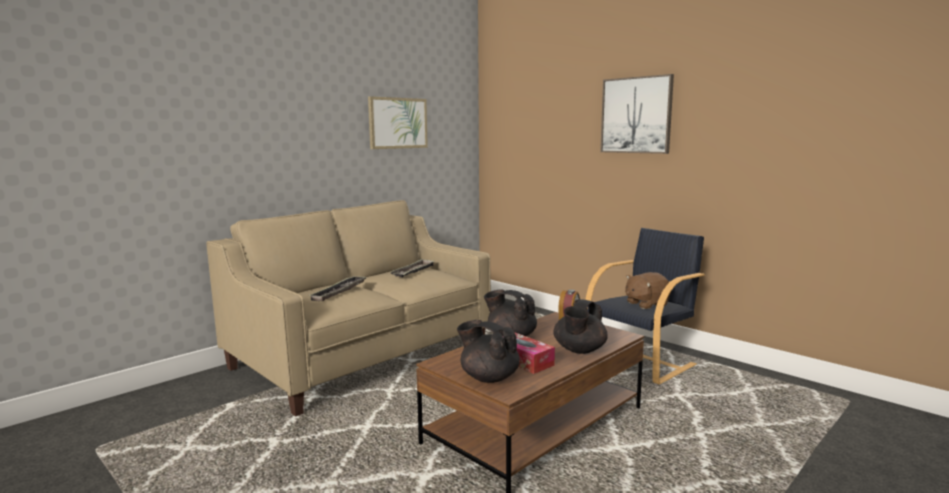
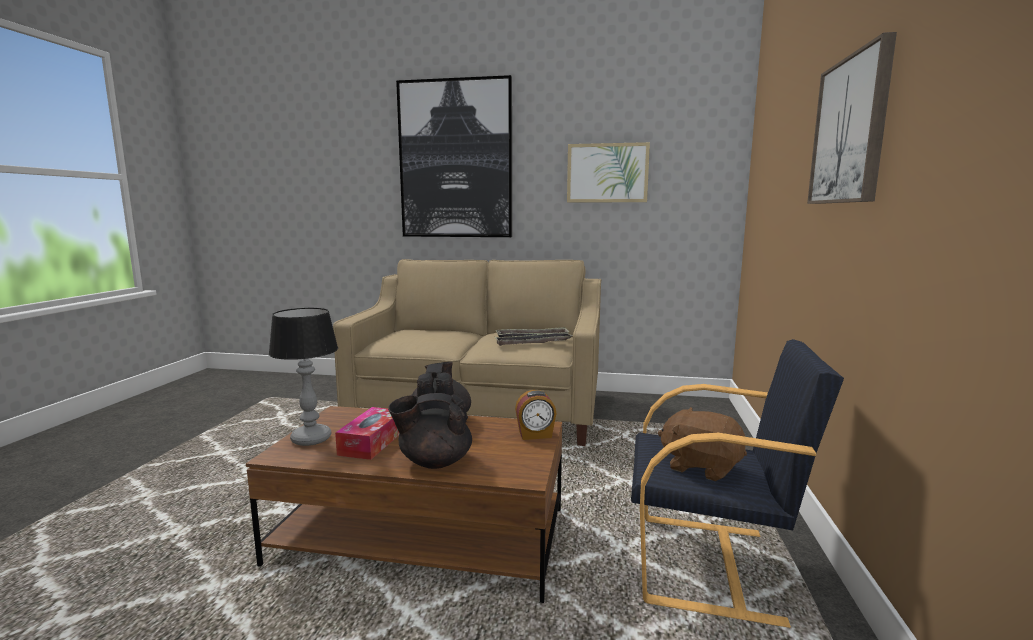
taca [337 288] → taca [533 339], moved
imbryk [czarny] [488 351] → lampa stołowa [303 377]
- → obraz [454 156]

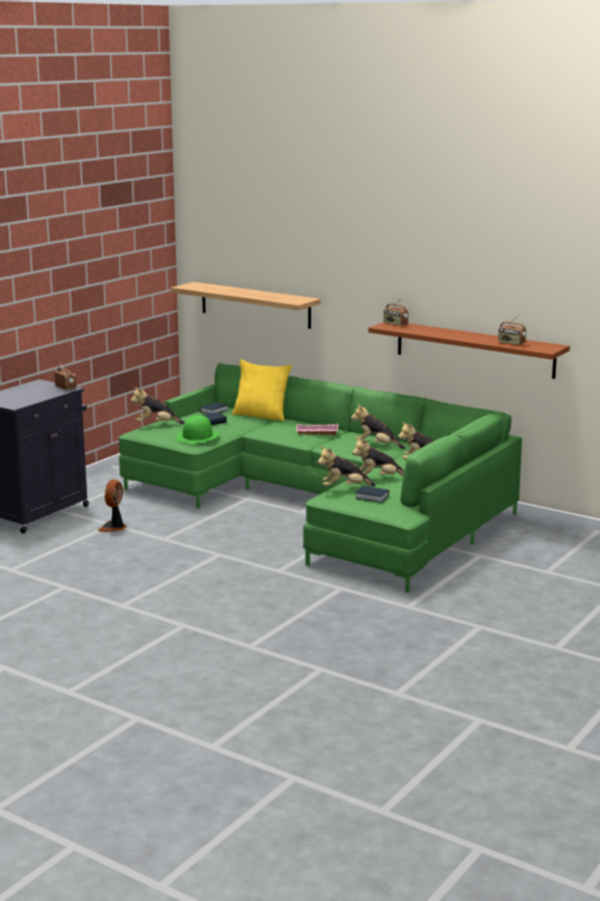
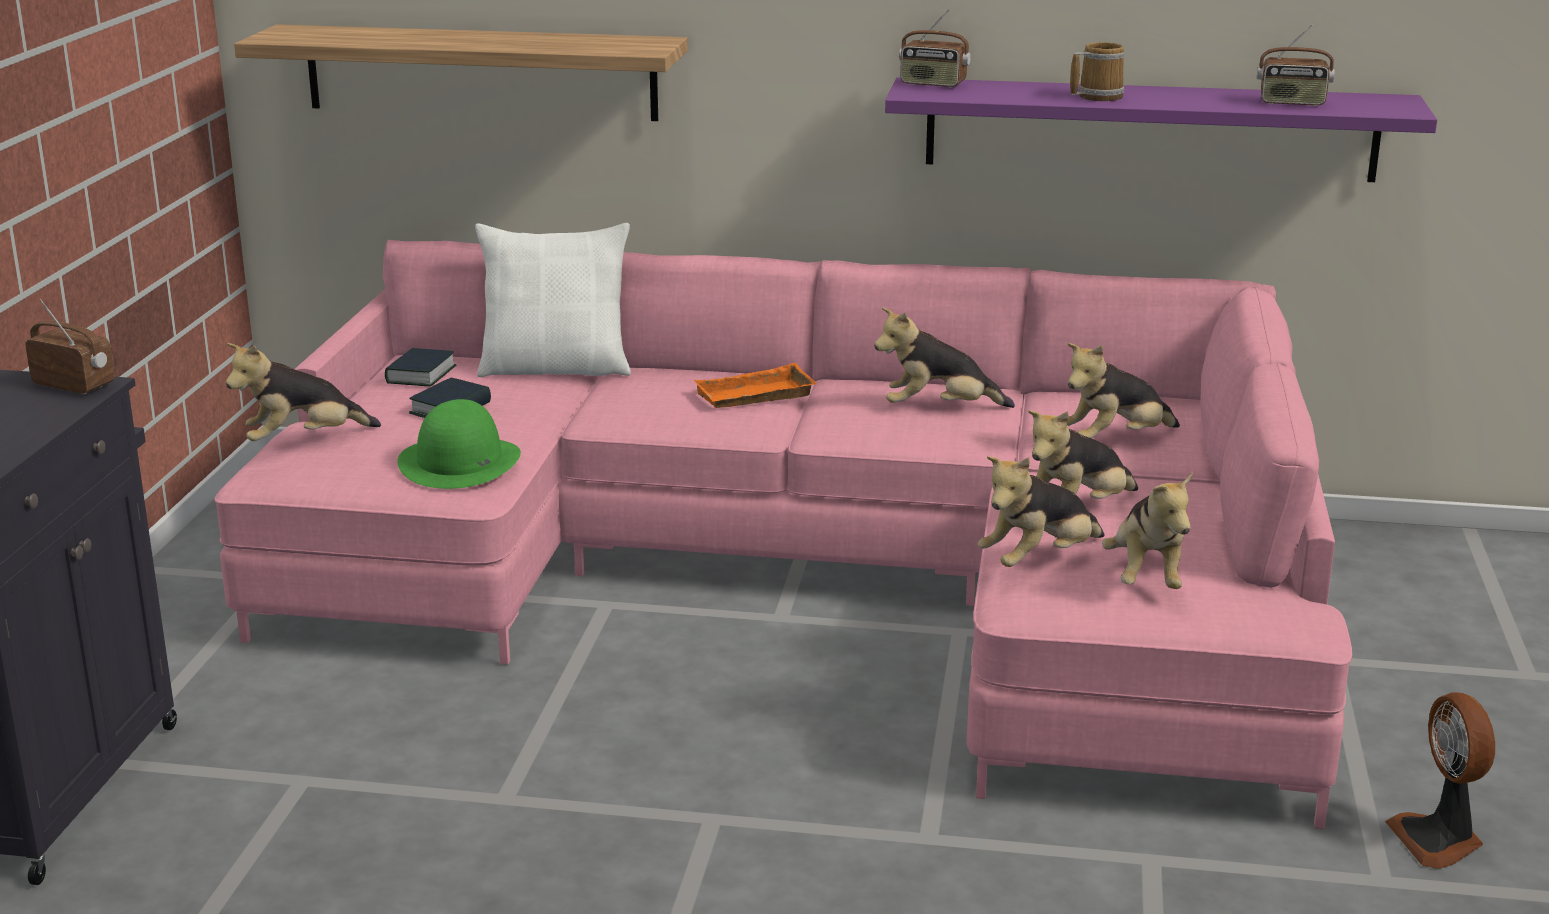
półka [brązowy] [469 350] → półka [fioletowy] [1161 130]
poduszka [żółty] [262 390] → poduszka [biały] [553 300]
kanapa [zielony] [320 478] → kanapa [różowy] [783 534]
taca [różowy] [317 429] → taca [pomarańczowy] [755 385]
wentylator [112 505] → wentylator [1440 780], moved
książka [372 494] → pluszak [1147 531]
- → kubek [1097 71]

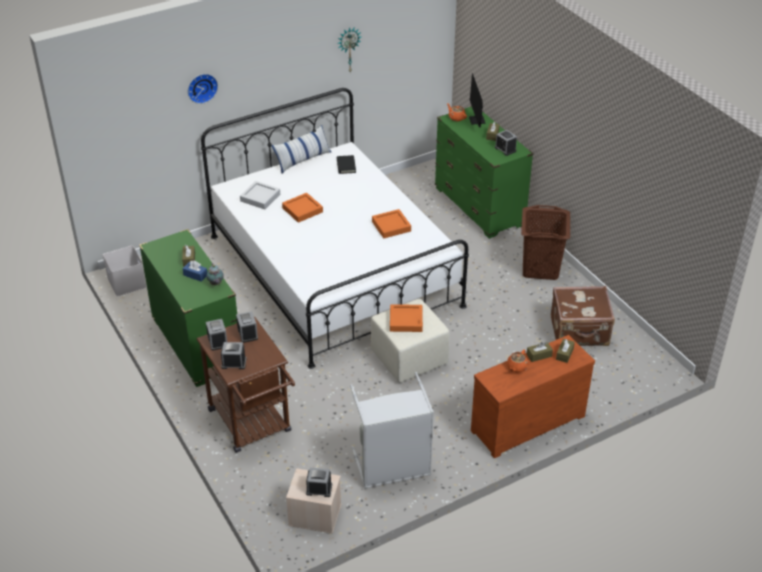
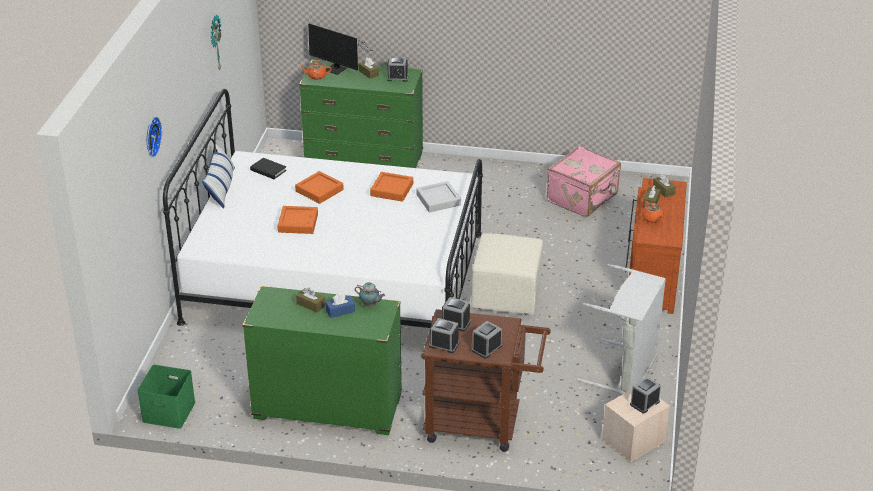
taca [szary] [260 195] → taca [szary] [438 196], moved
kosz na pranie [brązowy] [545 242] → -
pojemnik do przechowywania [biały] [125 271] → pojemnik do przechowywania [zielony] [166 397]
walizka [brązowy] [583 316] → walizka [różowy] [584 181]
taca [pomarańczowy] [406 318] → taca [pomarańczowy] [319 187], moved

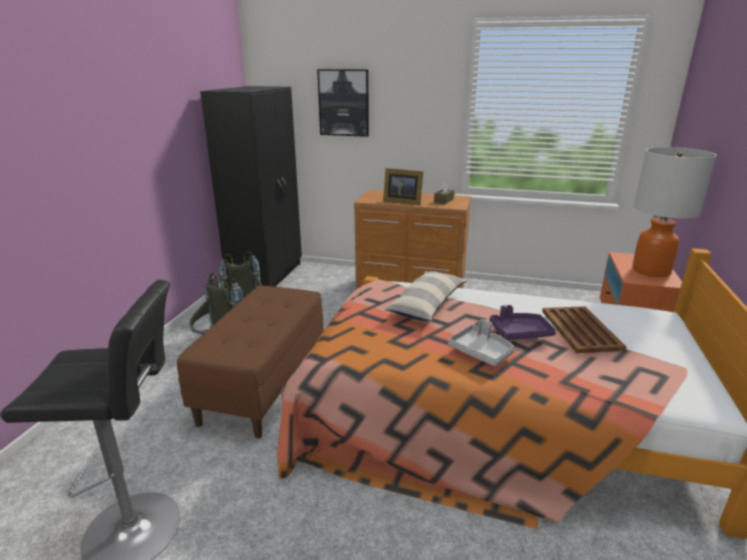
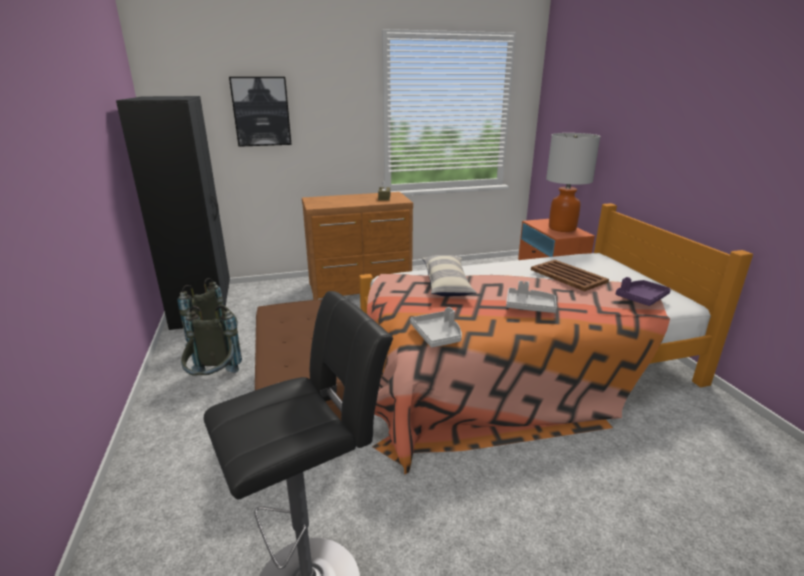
ramka na zdjęcie [403 186] → -
taca [fioletowy] [522 322] → taca [fioletowy] [643 291], moved
- → taca [szary] [436 327]

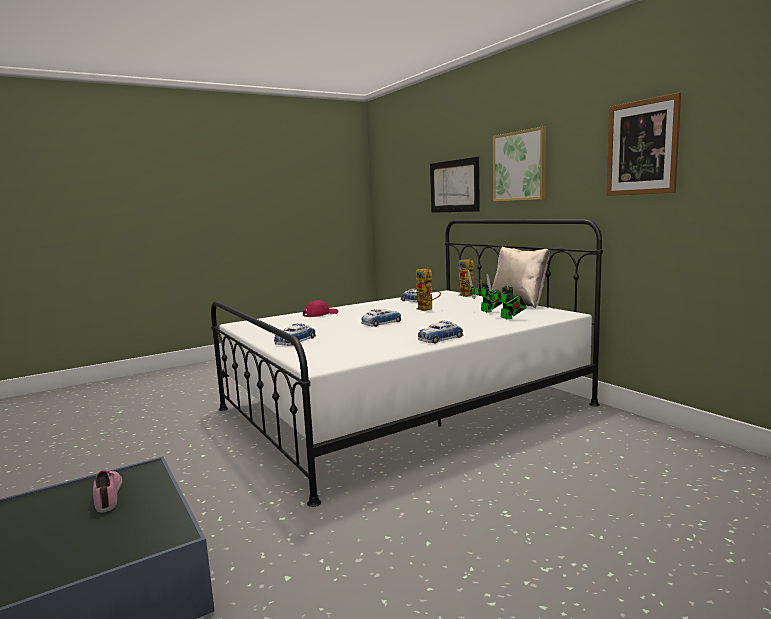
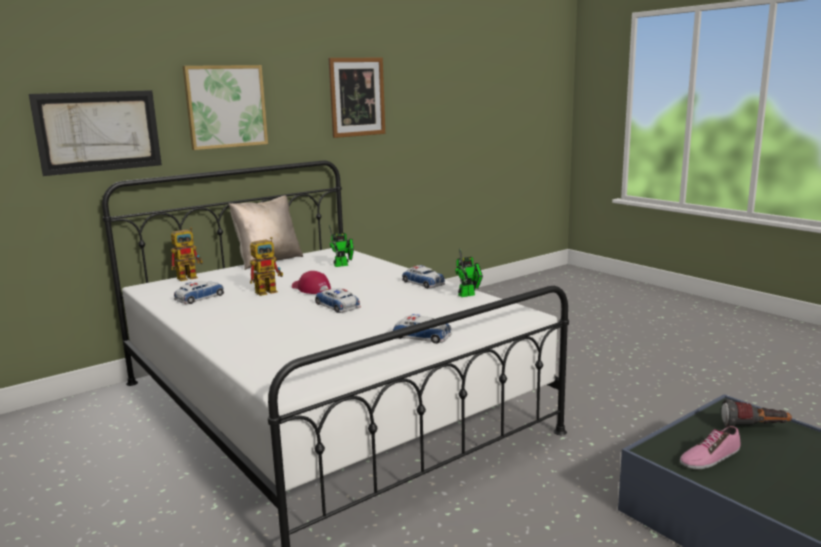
robot zabawkowy [484 291] → robot zabawkowy [469 273], moved
czapka z daszkiem [czerwony] [320 308] → czapka z daszkiem [czerwony] [311 282], moved
- → latarka [756 413]

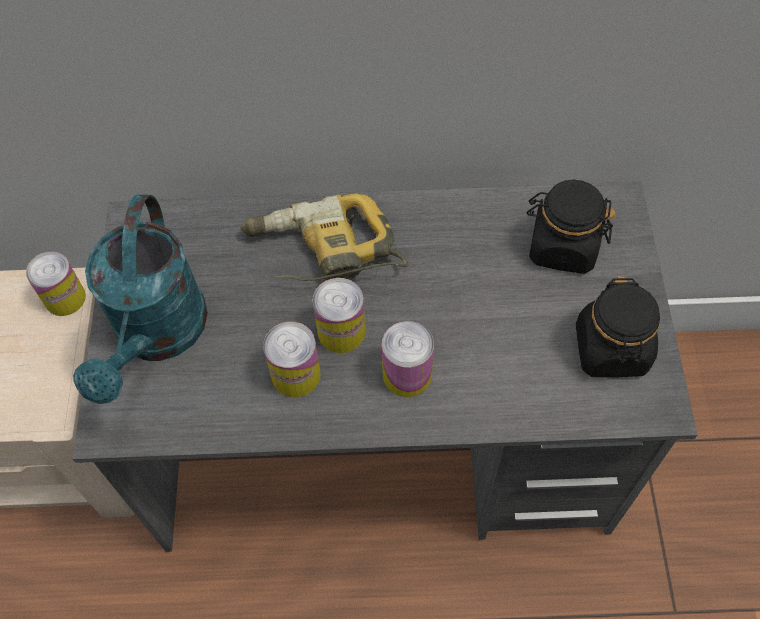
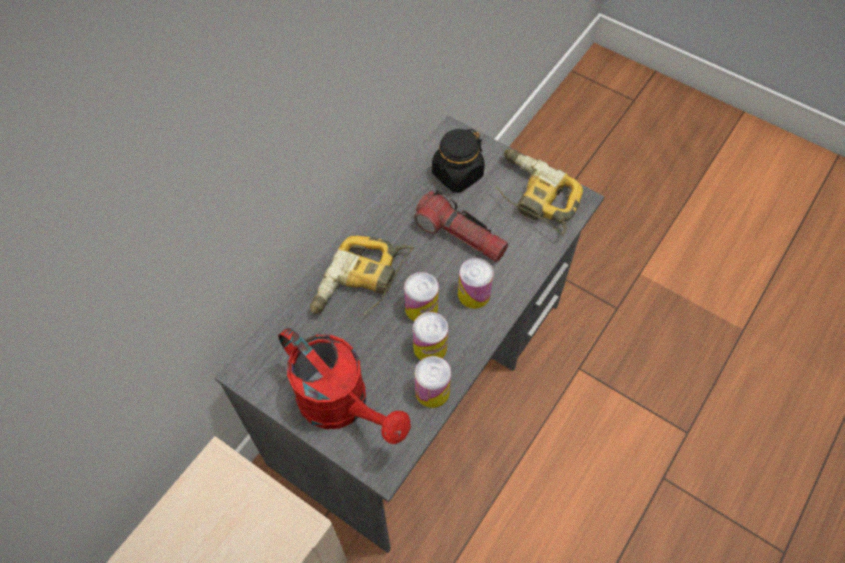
konewka [turkusowy] [140 299] → konewka [czerwony] [344 385]
puszka [56 283] → puszka [433 382], moved
słoik [czarny] [618 326] → wiertarka [539 192]
- → latarka [461 225]

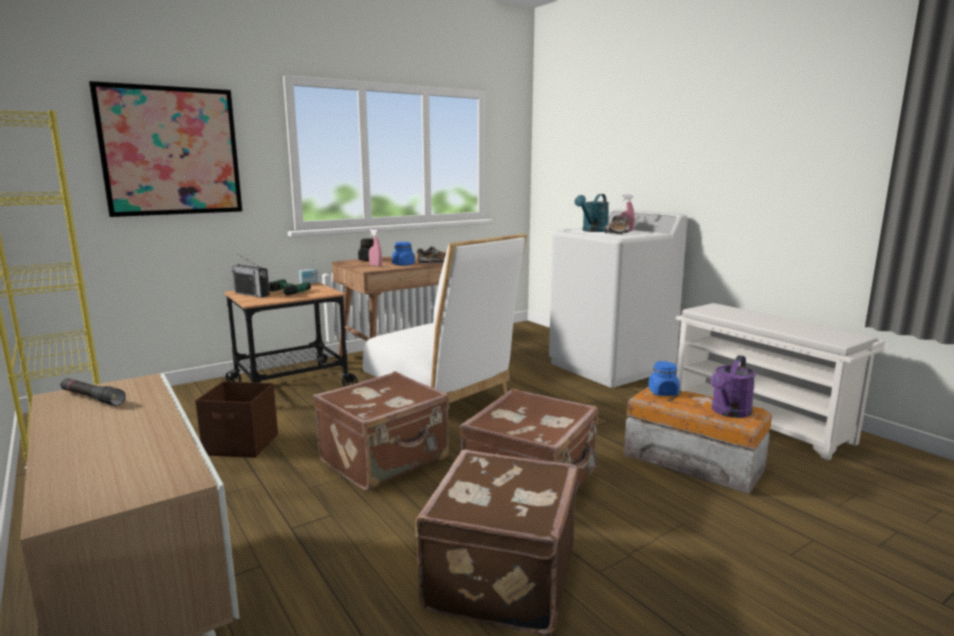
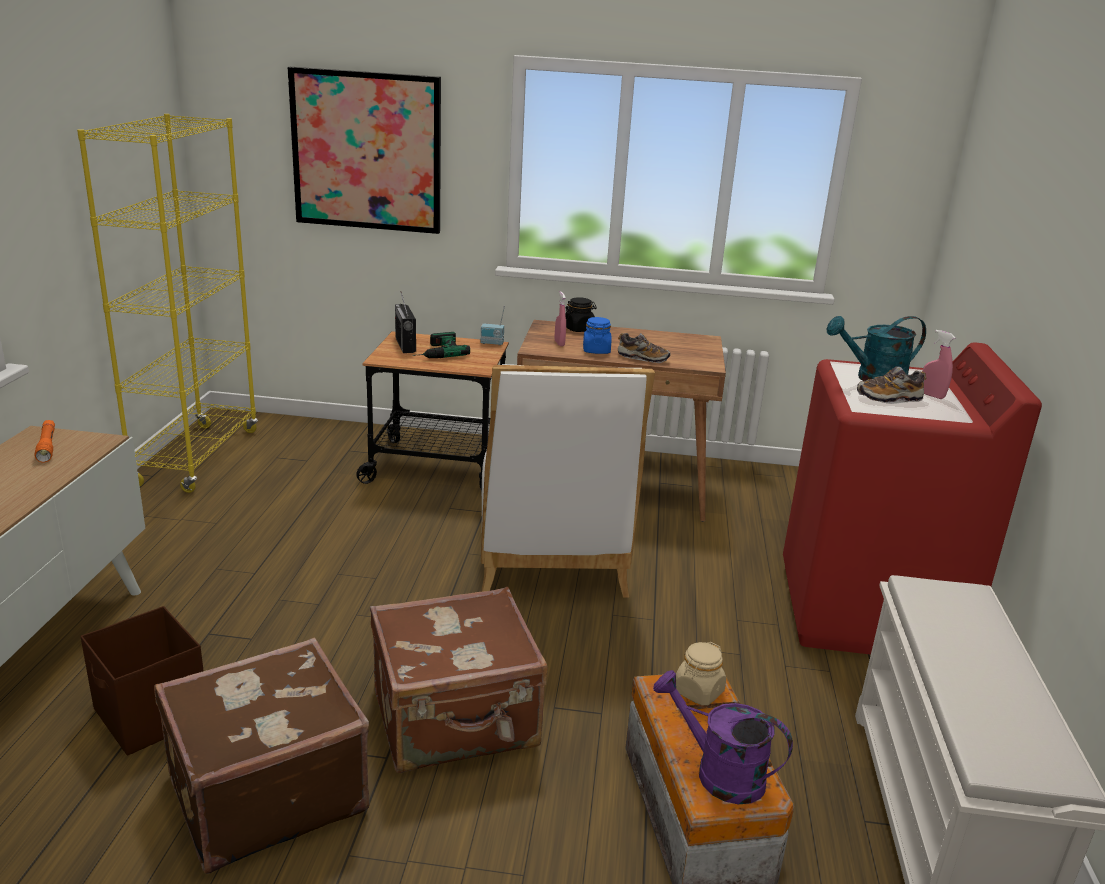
pralka [biały] [618 298] → pralka [czerwony] [912 498]
konewka [fioletowy] [733 386] → konewka [fioletowy] [723 737], 45 degrees clockwise
słoik [niebieski] [664 378] → słoik [beżowy] [701 674]
walizka [brązowy] [381 431] → -
latarka [czarny] [93 392] → latarka [pomarańczowy] [44 441]
pojemnik do przechowywania [brązowy] [236 419] → pojemnik do przechowywania [brązowy] [142 680], moved

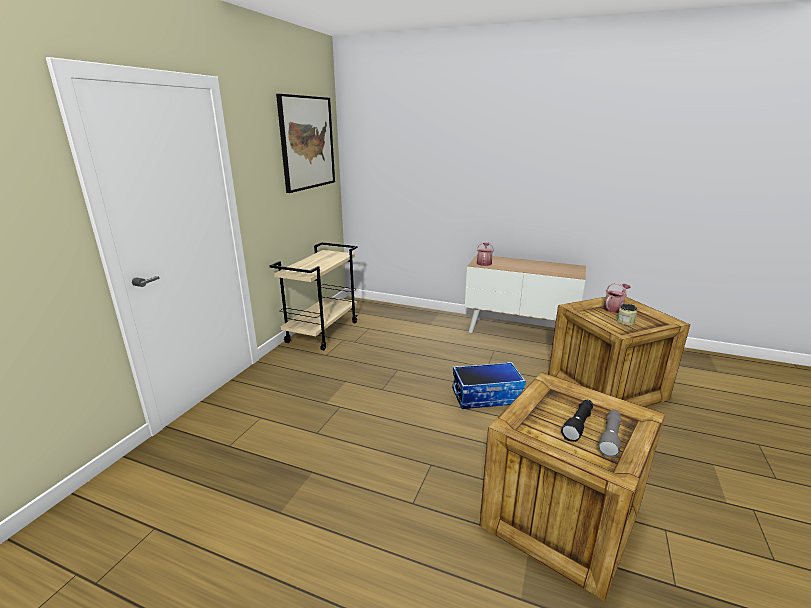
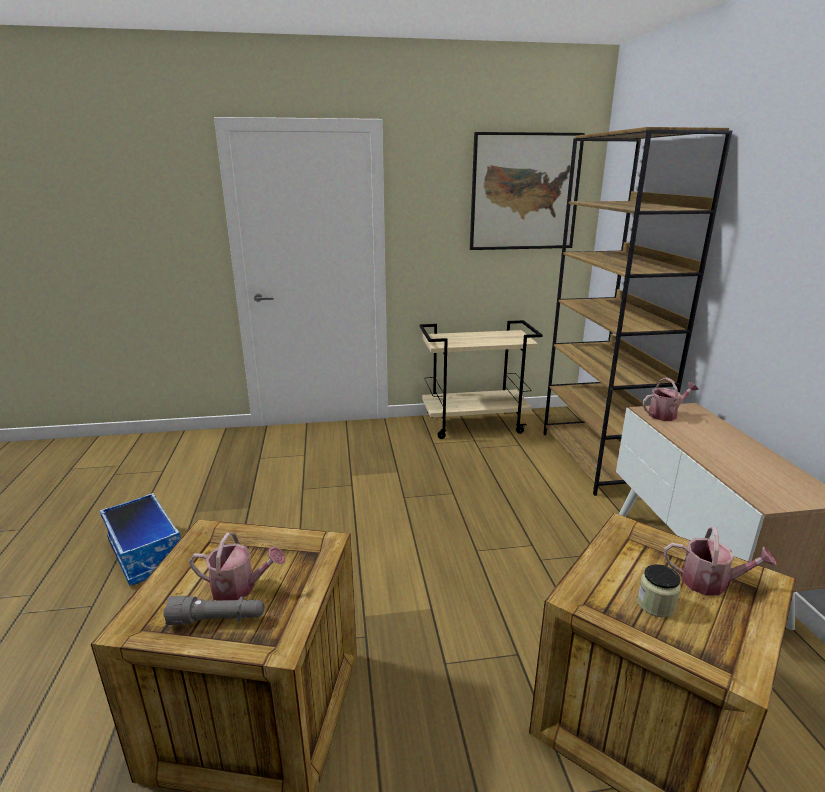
pojemnik do przechowywania [489 385] → pojemnik do przechowywania [140 539], moved
latarka [czarny] [577 421] → konewka [237 566]
- → regał [brązowy] [637 311]

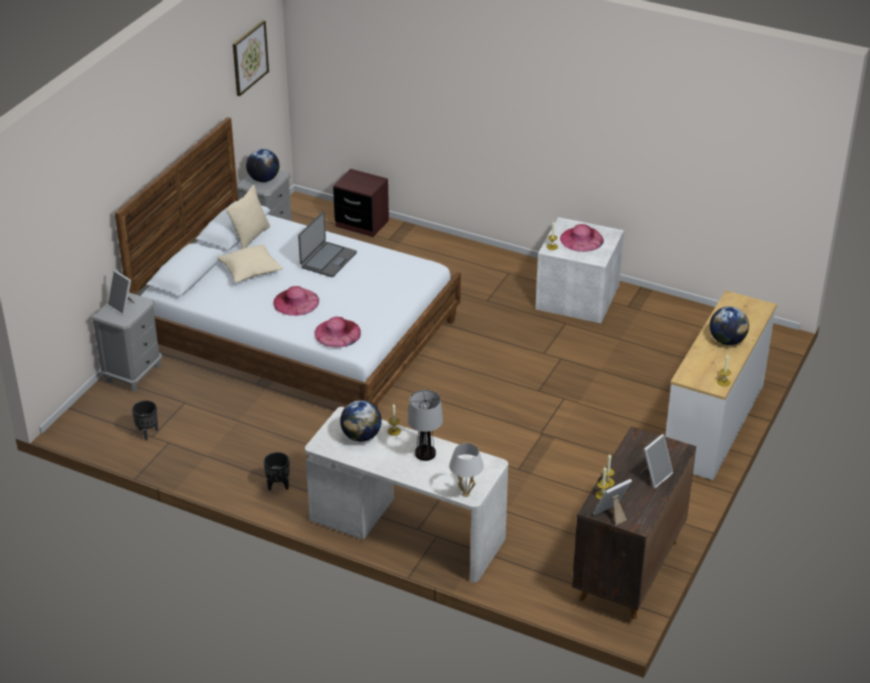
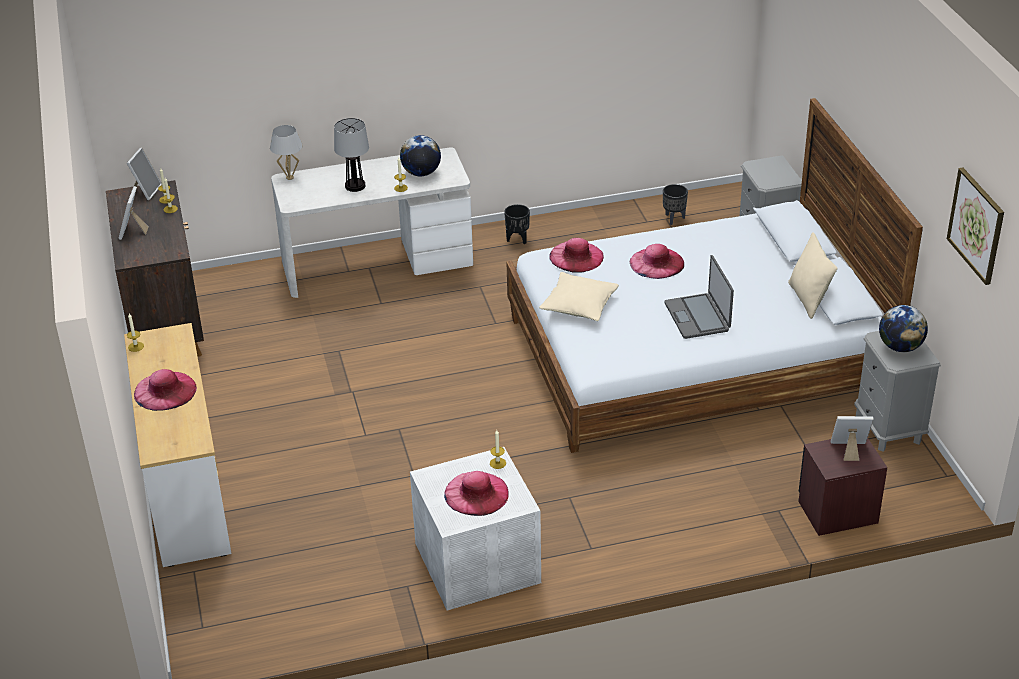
poduszka [beżowy] [250 263] → poduszka [beżowy] [579 296], moved
ramka na zdjęcie [121 293] → ramka na zdjęcie [852 438], moved
globus [729 325] → kapelusz [różowy] [165 390]

